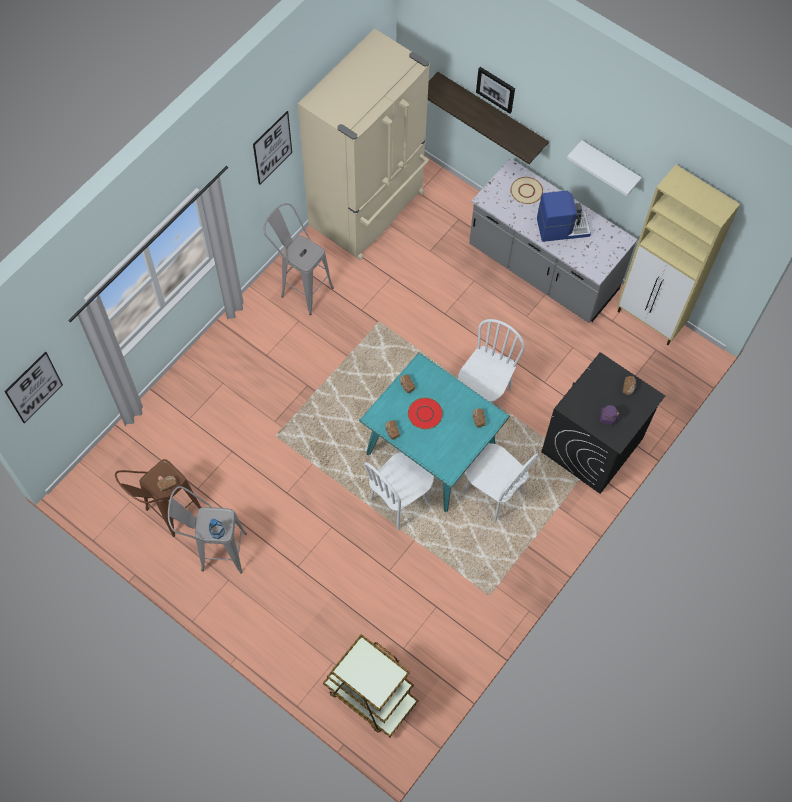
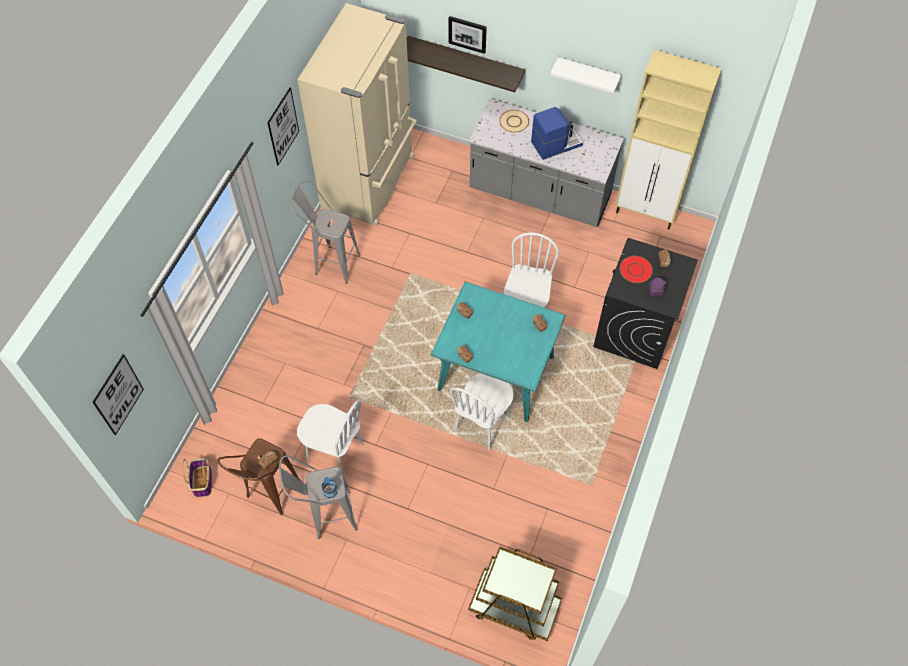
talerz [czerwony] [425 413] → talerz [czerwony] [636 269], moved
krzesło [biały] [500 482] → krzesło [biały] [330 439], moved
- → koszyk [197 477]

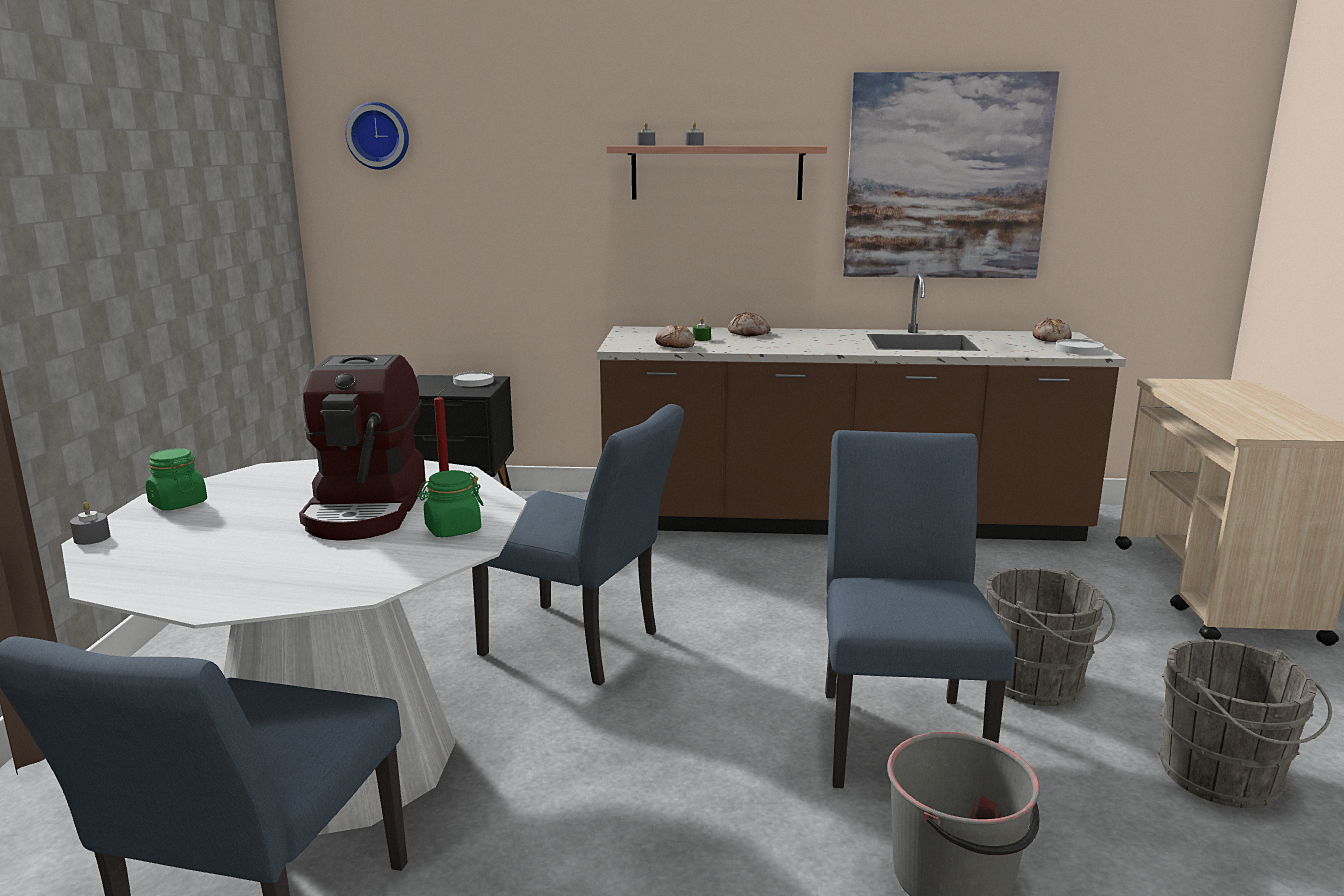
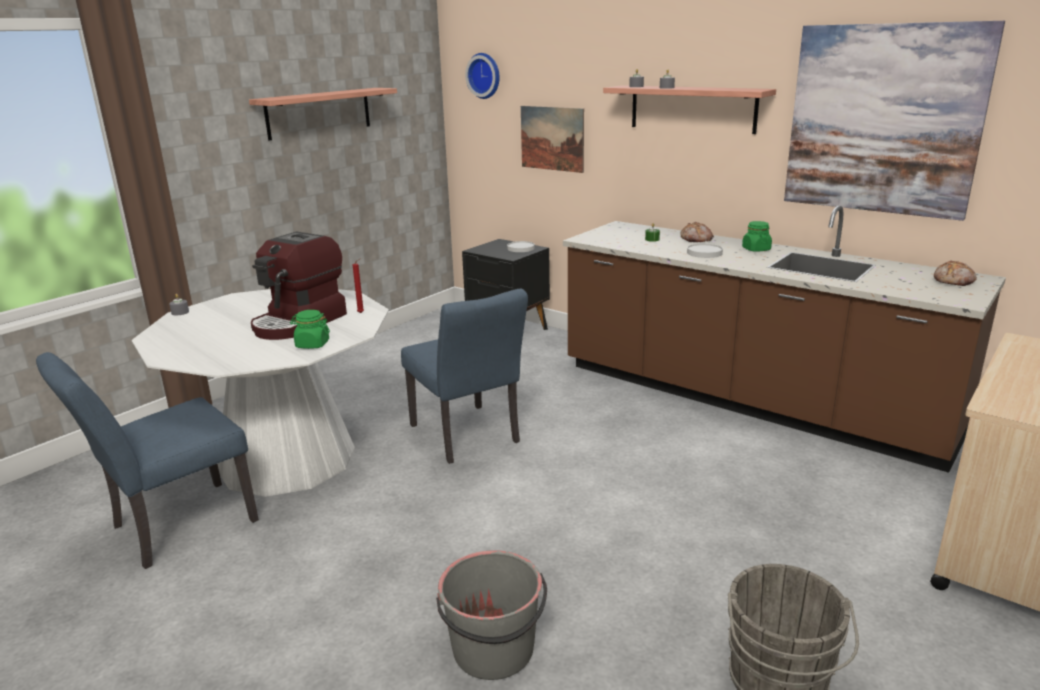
chleb [675 336] → -
talerz [biały] [1079 347] → talerz [biały] [705 250], moved
krzesło [niebieski] [920 609] → -
słoik [zielony] [176 479] → słoik [zielony] [757 236], moved
wiadro [szary] [1050 637] → -
- → półka [323 114]
- → obraz [552 139]

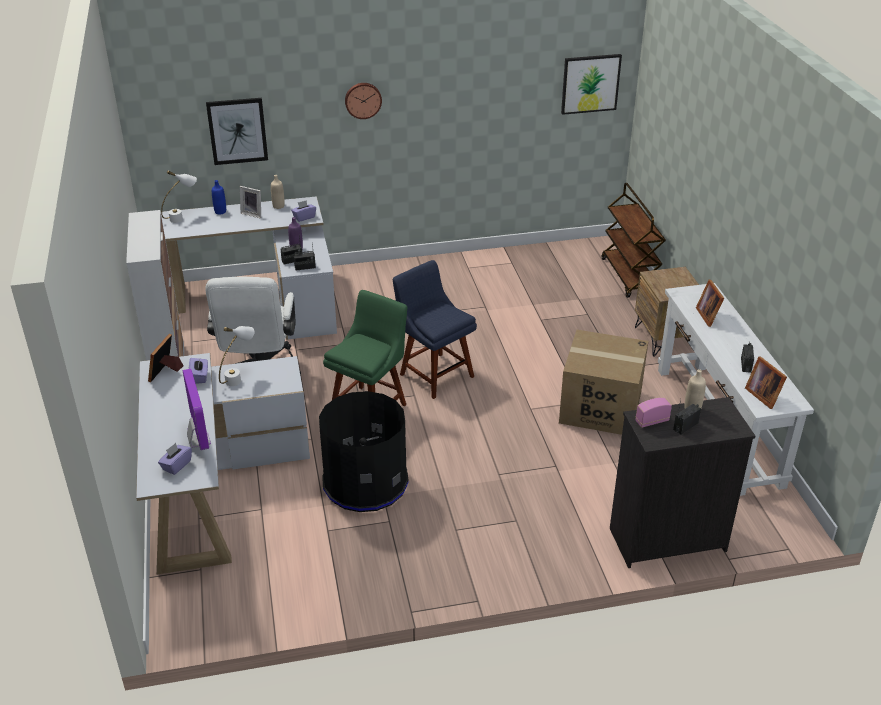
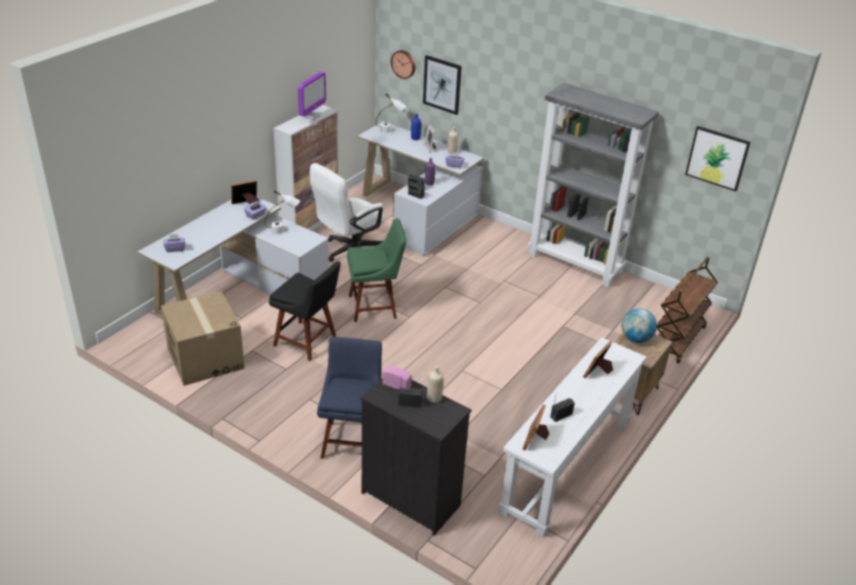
zegar ścienny [363 101] → zegar ścienny [403 64], moved
krzesło [niebieski] [435 329] → krzesło [niebieski] [349 398], moved
karton [603 382] → karton [203 338], moved
monitor [197 409] → monitor [312 96], moved
kosz na śmieci [czarny] [364 451] → krzesło [czarny] [305 311]
- → regał [szary] [593 185]
- → globus [639 325]

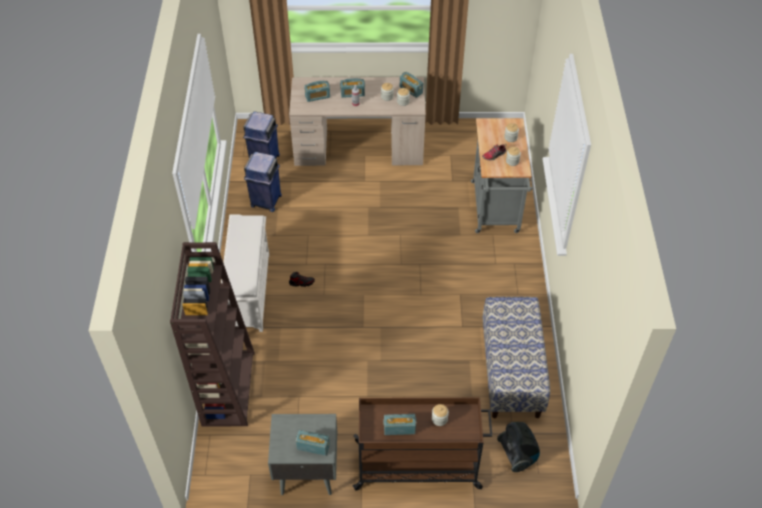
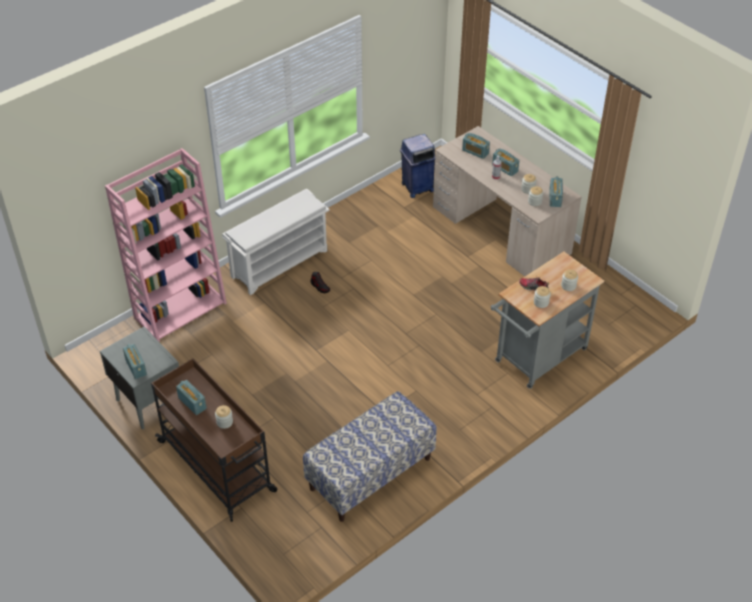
kosz na śmieci [niebieski] [263 182] → -
regał [brązowy] [212 334] → regał [różowy] [166 245]
odkurzacz [518 447] → -

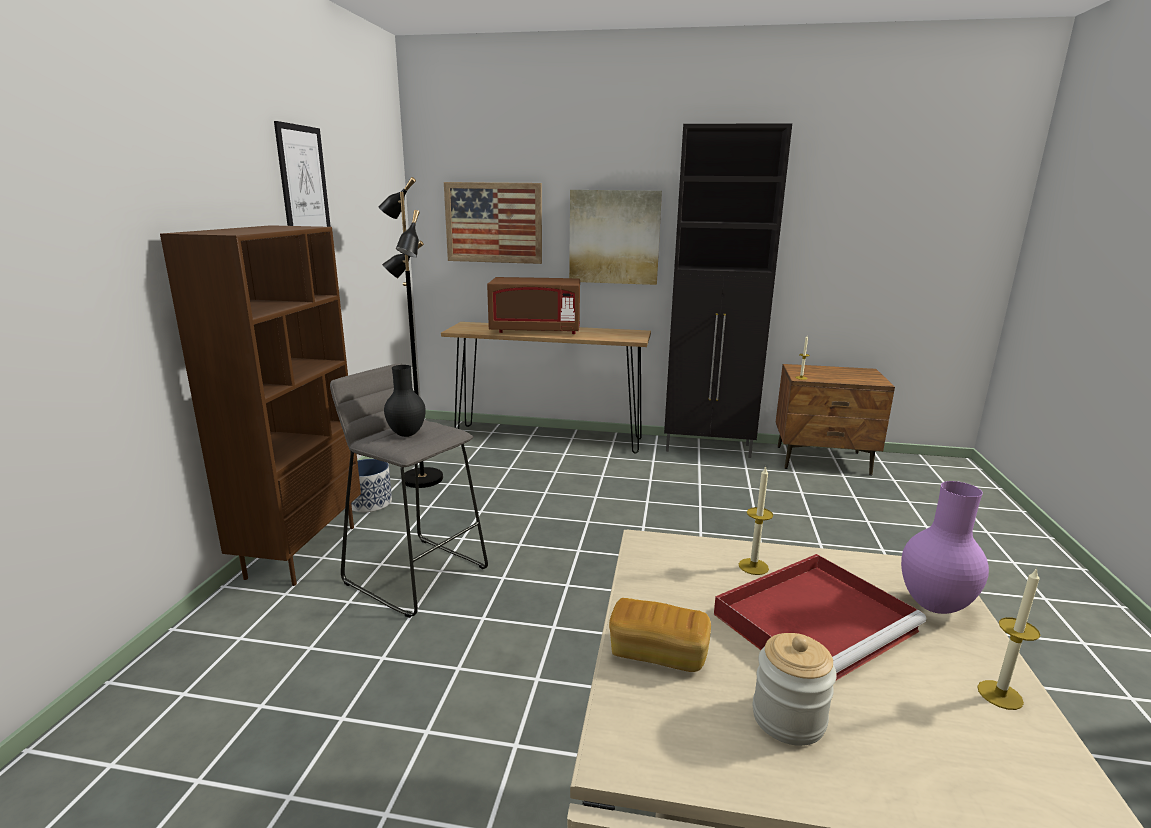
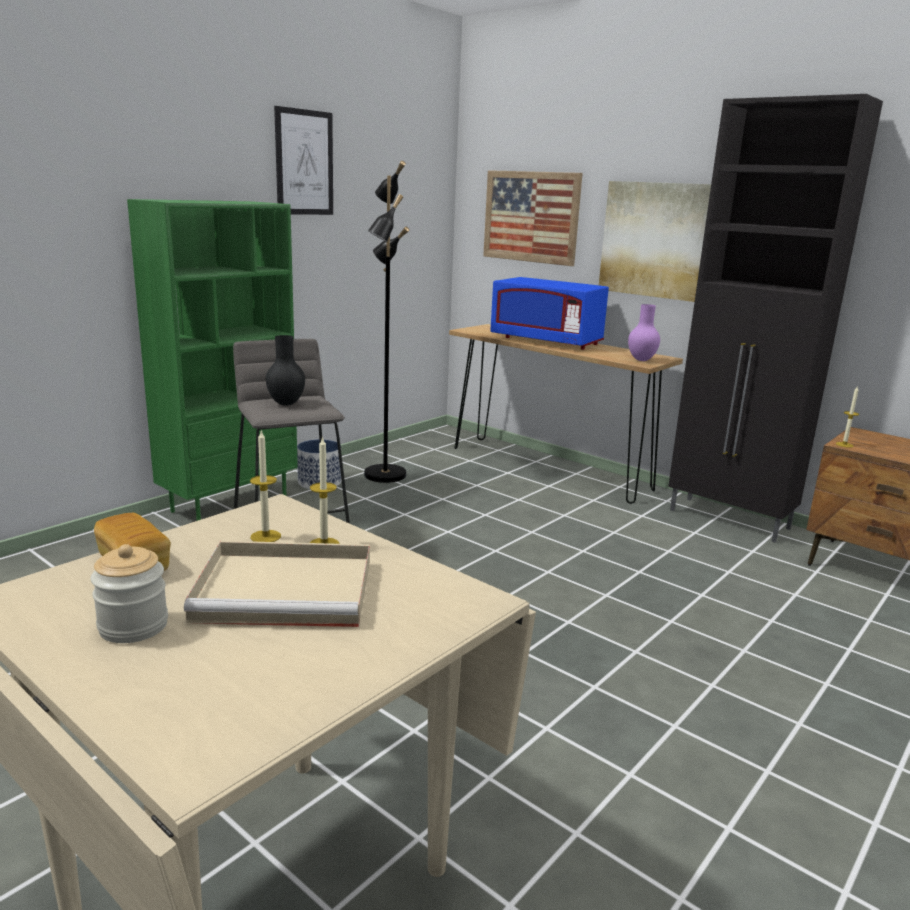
regał [brązowy] [260 405] → regał [zielony] [212 360]
mikrofalówka [brązowy] [533 305] → mikrofalówka [niebieski] [550 313]
wazon [fioletowy] [945 547] → wazon [fioletowy] [644 332], moved
taca [czerwony] [820 617] → taca [beżowy] [277 584]
świeca [1008 639] → świeca [265 486], moved

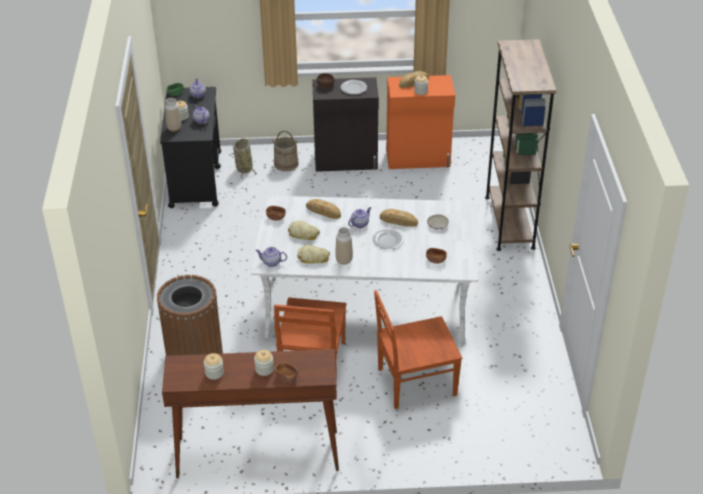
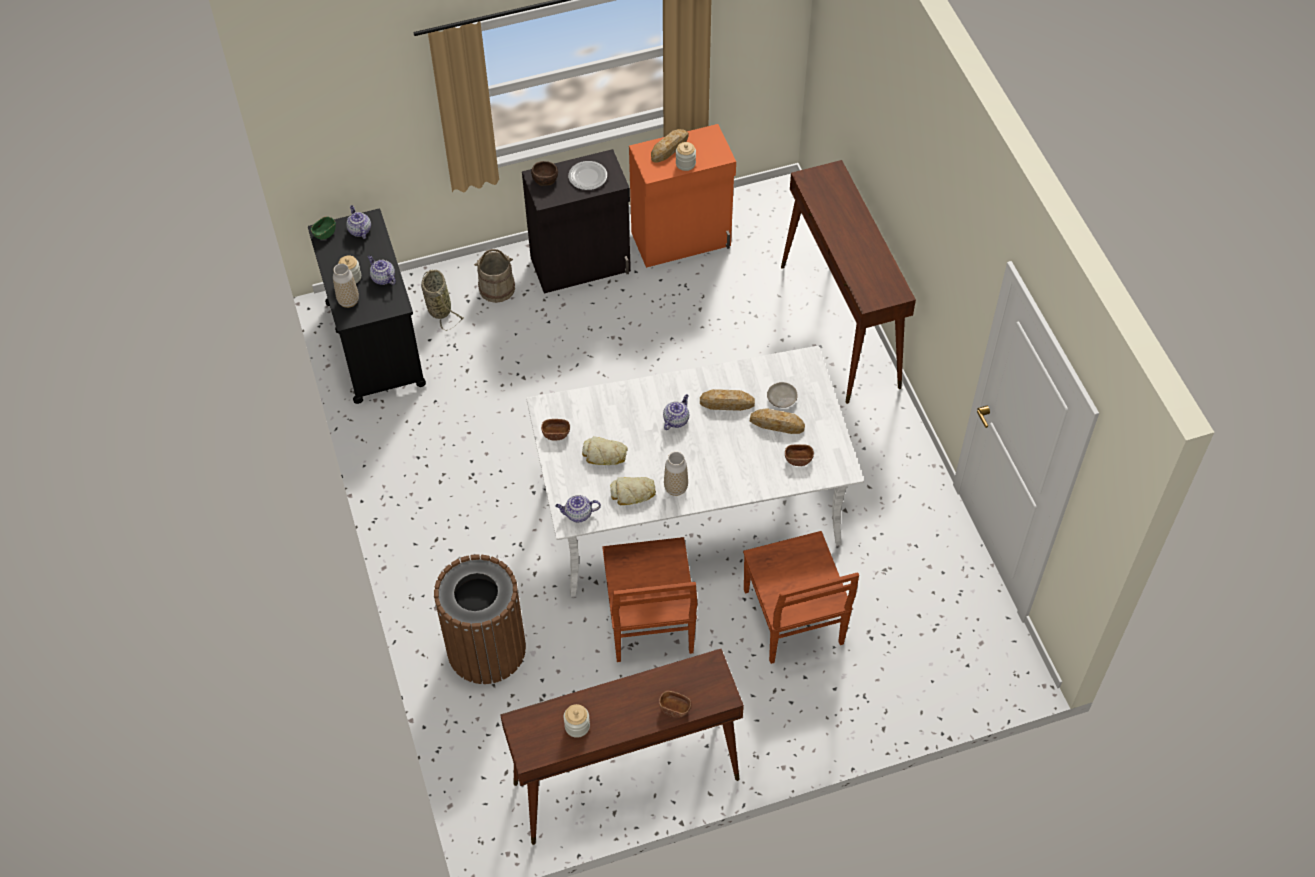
regał [brązowy] [521 145] → stolik konsolowy [brązowy] [848 282]
chleb [323 209] → chleb [777 421], moved
talerz [388 239] → -
krzesło [brązowy] [418 349] → krzesło [brązowy] [801 597], 75 degrees counterclockwise
słoik [264 363] → -

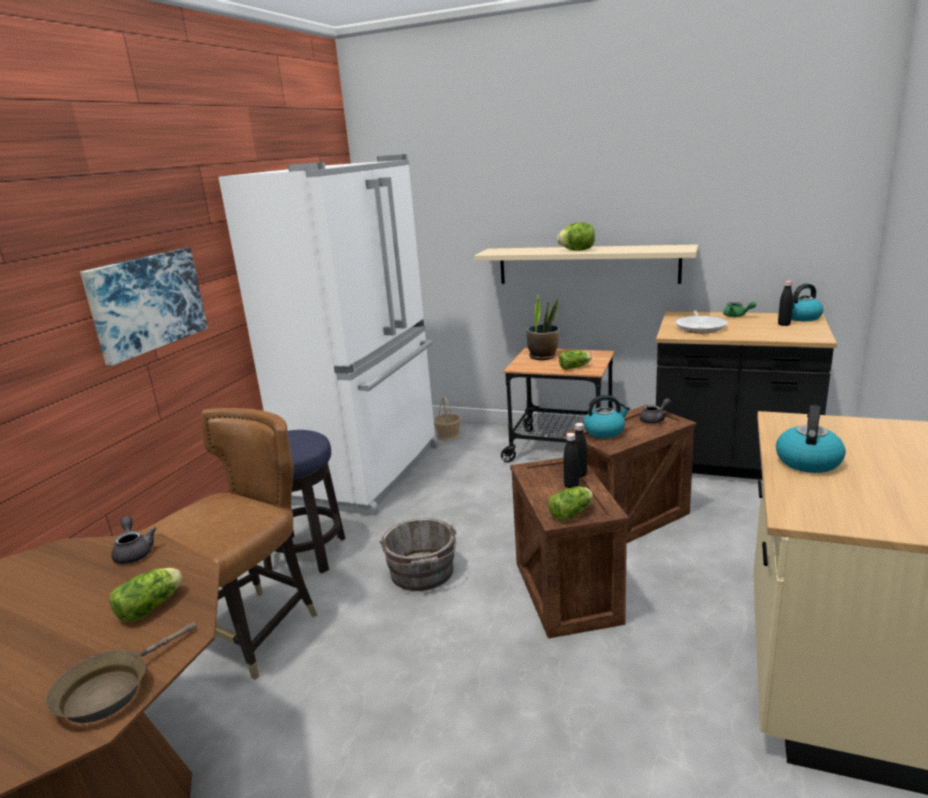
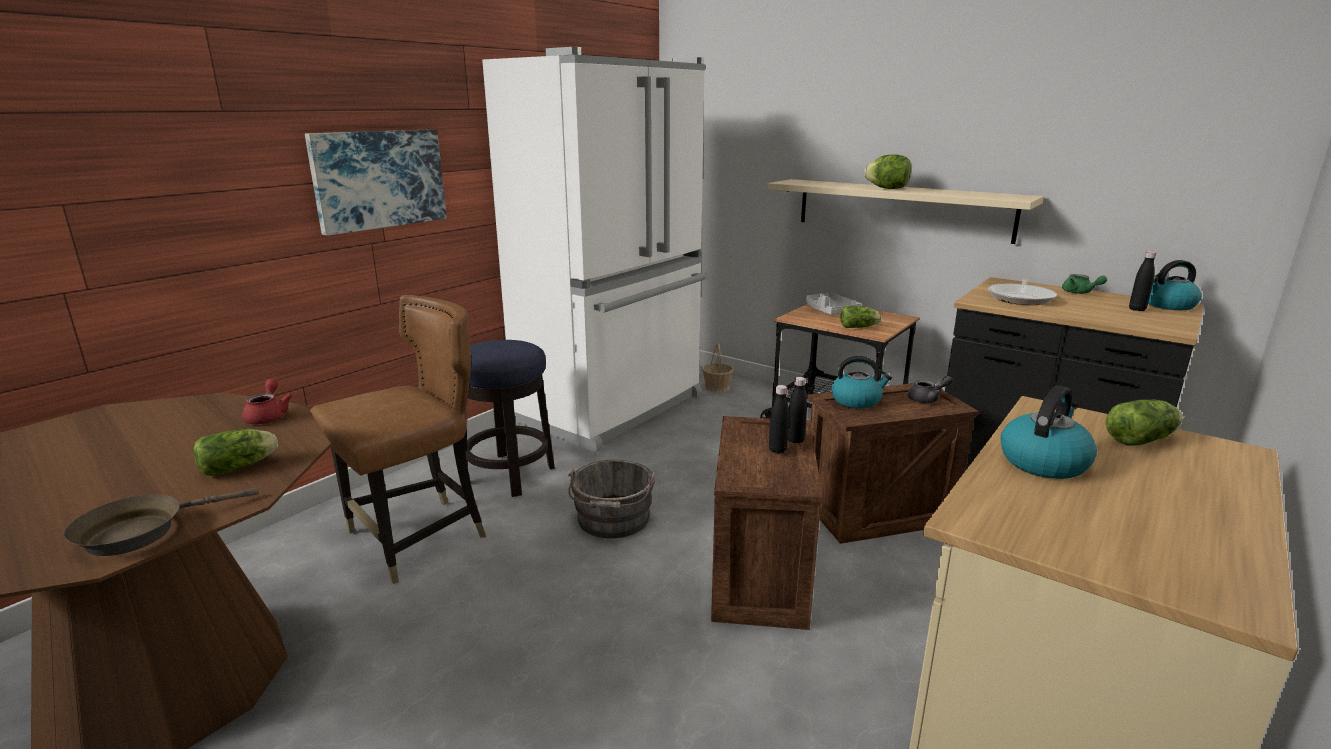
roślina doniczkowa [543 327] → taca [szary] [834 303]
sałata [570 503] → sałata [1144 423], moved
imbryk [szary] [133 540] → imbryk [czerwony] [267 401]

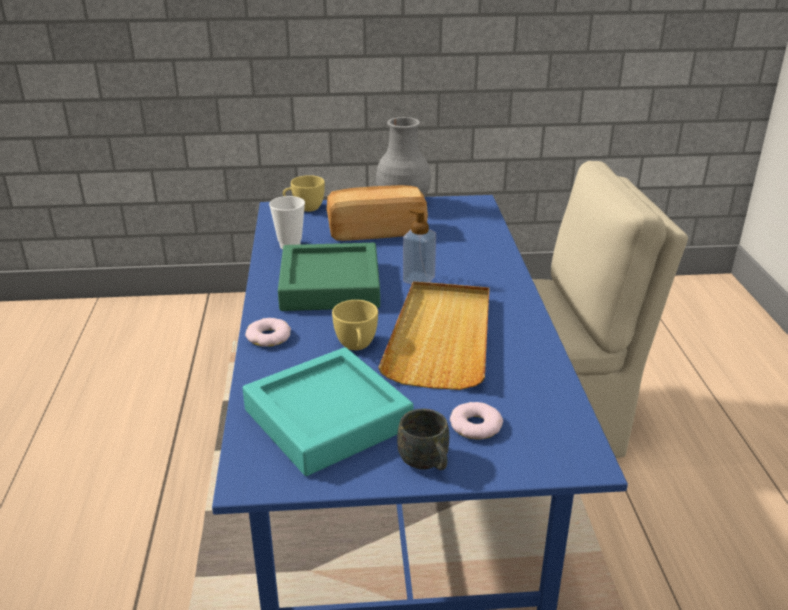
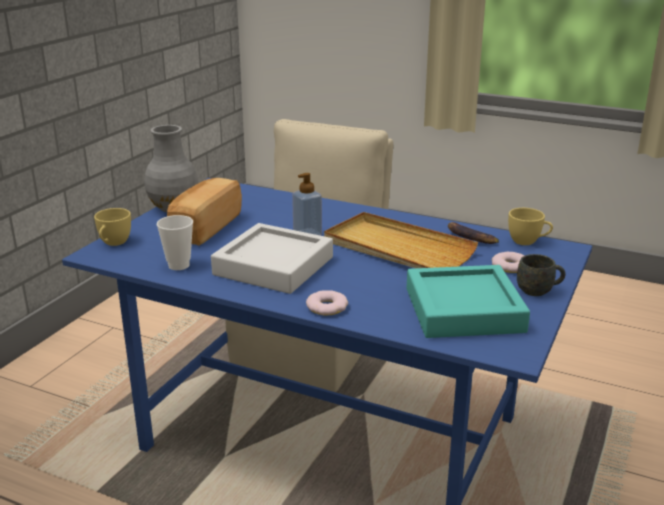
taca [zielony] [329 277] → taca [szary] [272 258]
filiżanka [żółty] [355 325] → filiżanka [żółty] [530 226], moved
- → banan [473 233]

